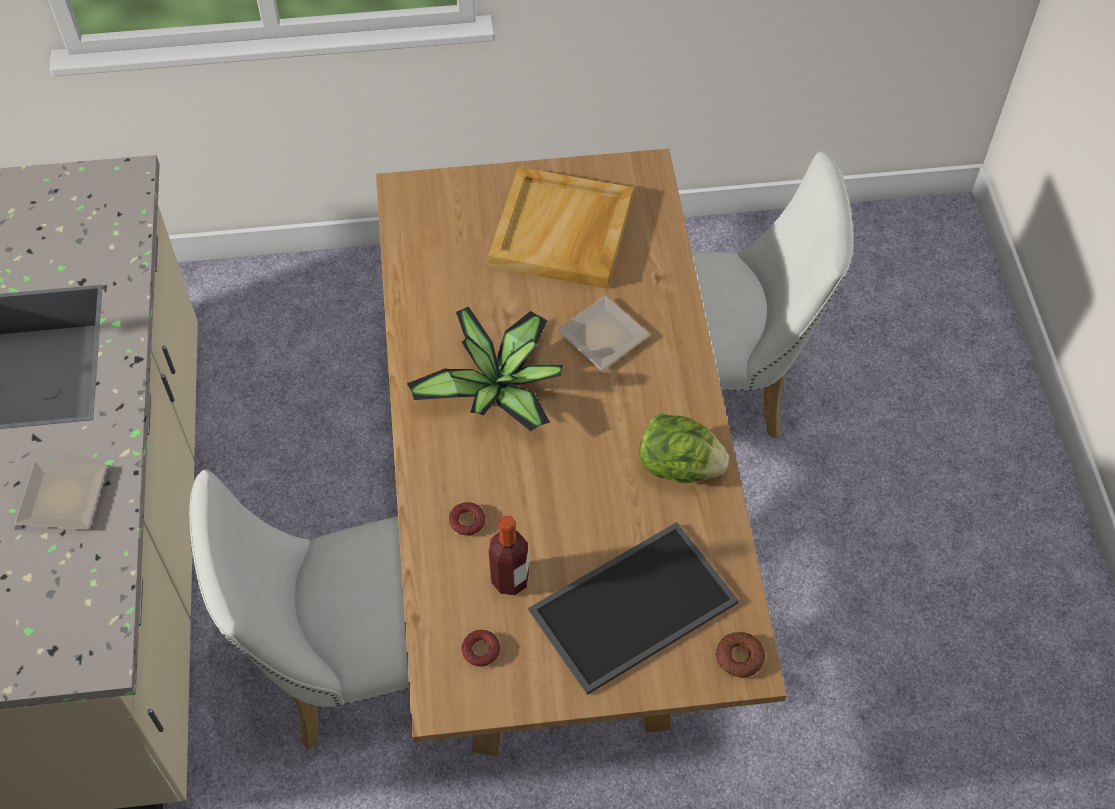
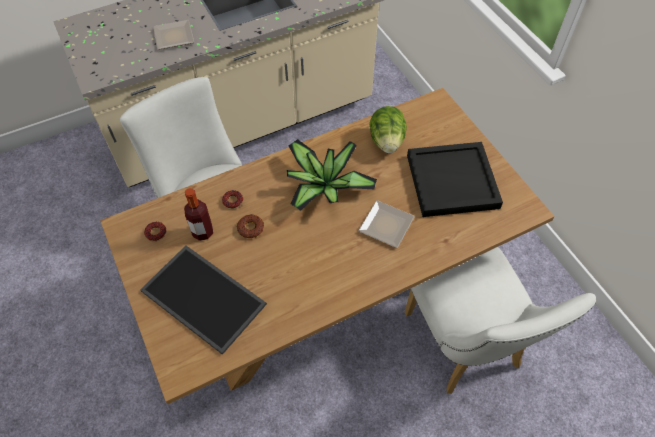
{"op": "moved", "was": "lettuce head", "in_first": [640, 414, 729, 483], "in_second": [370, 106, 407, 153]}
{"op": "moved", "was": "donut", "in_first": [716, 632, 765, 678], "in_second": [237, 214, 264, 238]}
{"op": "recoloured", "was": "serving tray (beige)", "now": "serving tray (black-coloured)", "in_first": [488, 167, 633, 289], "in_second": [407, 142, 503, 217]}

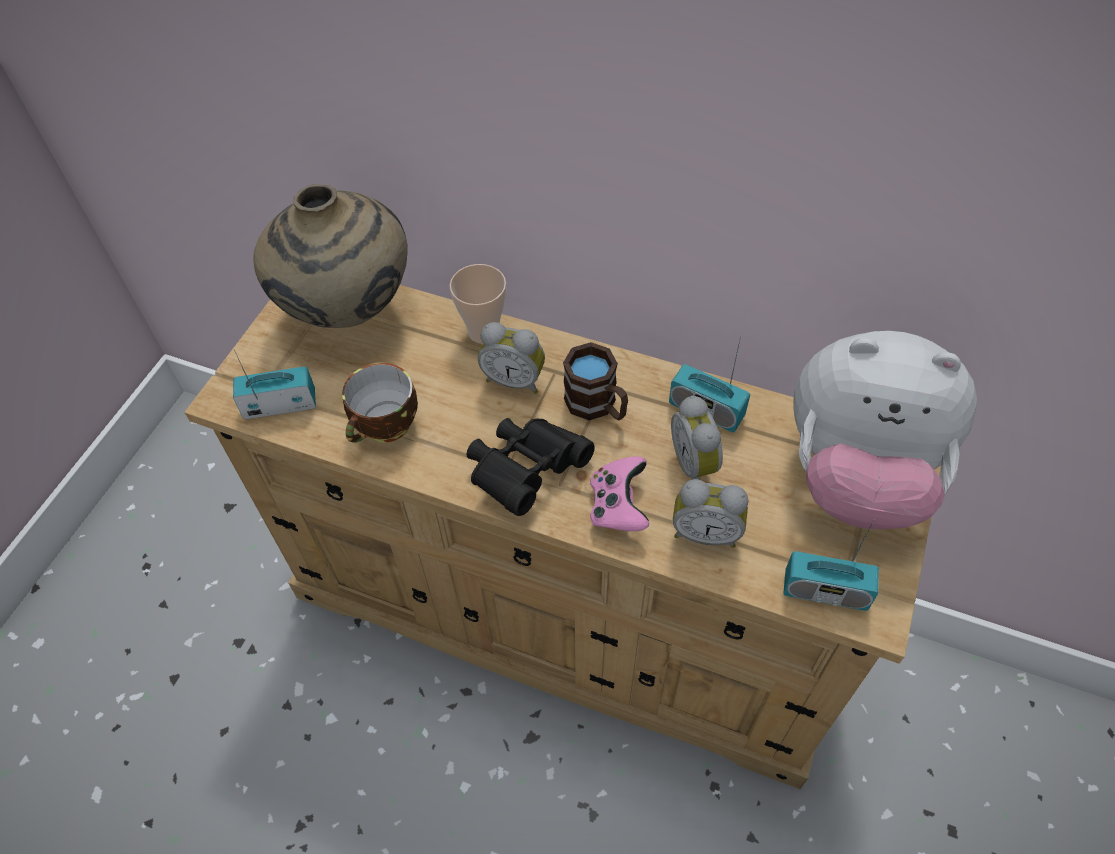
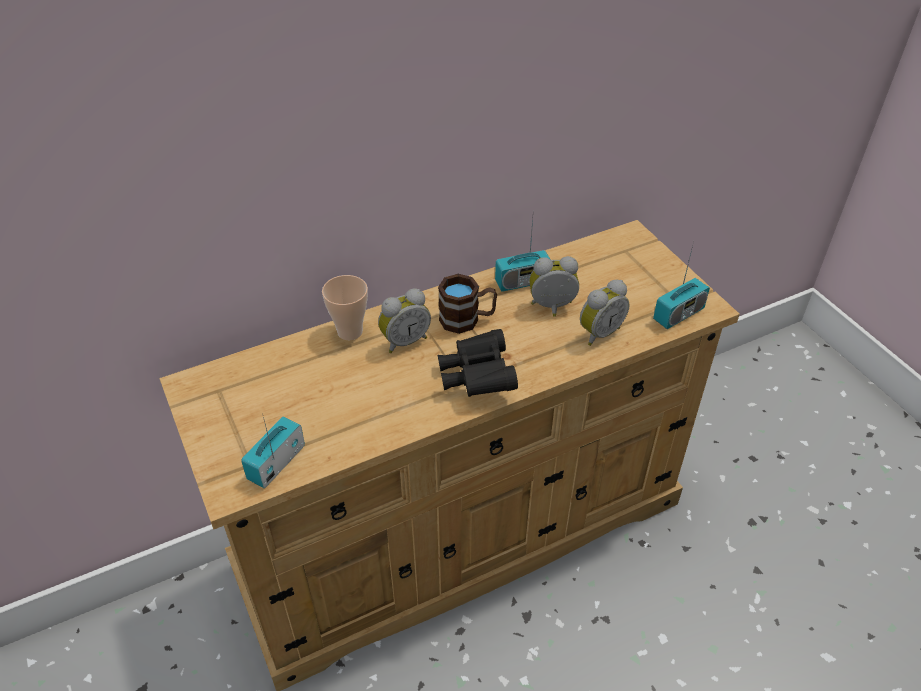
{"op": "removed", "was": "decorative vase (beige)", "in_first": [253, 184, 408, 328]}
{"op": "removed", "was": "drinking cup", "in_first": [342, 363, 418, 443]}
{"op": "removed", "was": "gamepad (pinkish)", "in_first": [590, 456, 649, 531]}
{"op": "removed", "was": "plush toy", "in_first": [793, 331, 977, 529]}
{"op": "turned", "was": "alarm clock", "in_first": [671, 396, 723, 480], "in_second": [529, 256, 579, 317], "clockwise": 150}

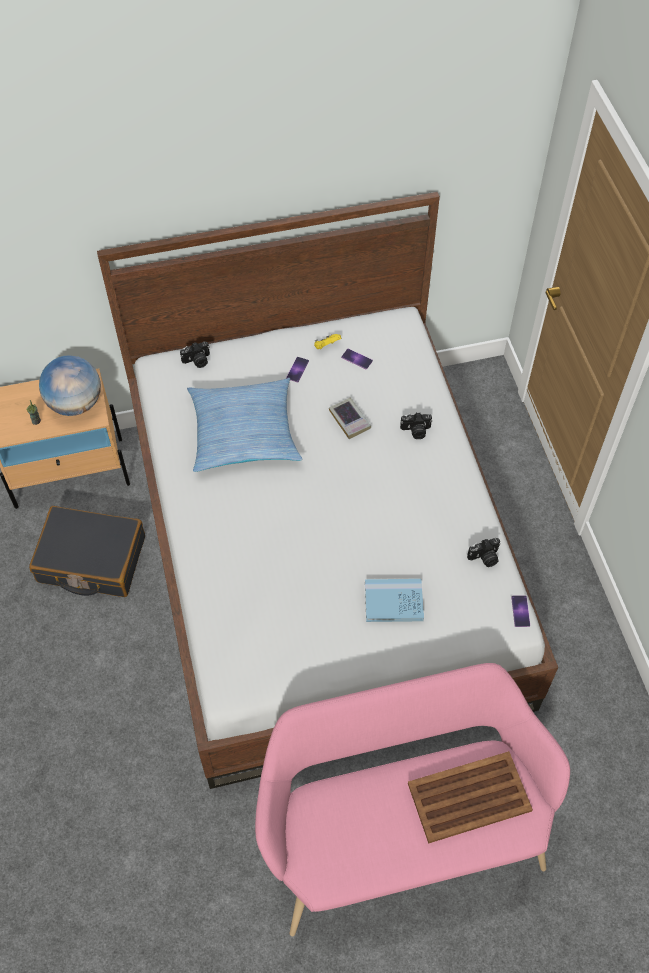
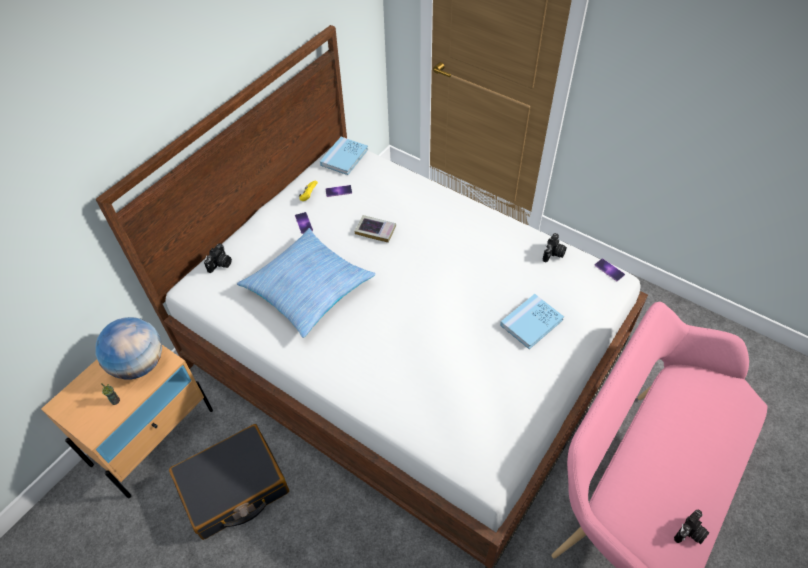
{"op": "removed", "was": "serving tray (brown-coloured)", "in_first": [408, 751, 533, 844]}
{"op": "added", "now": "bound book (bluish)", "in_second": [320, 137, 368, 175]}
{"op": "moved", "was": "photo camera", "in_first": [400, 412, 432, 439], "in_second": [674, 509, 709, 544]}

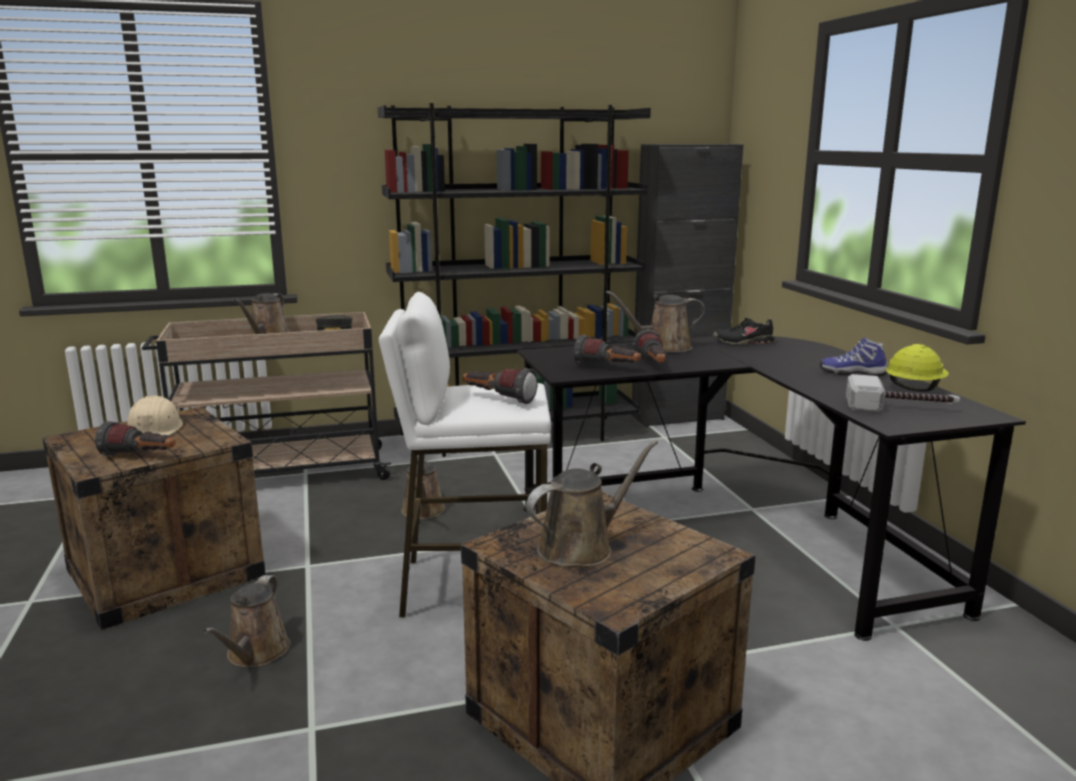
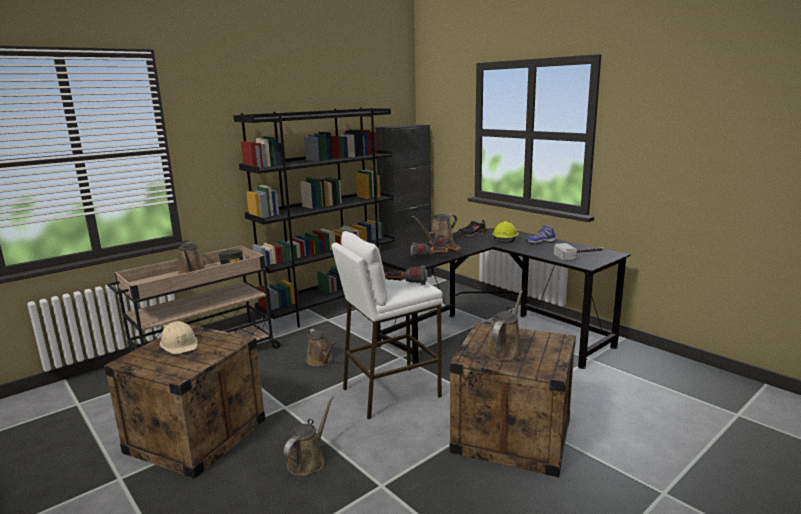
{"op": "removed", "was": "hand torch", "in_first": [95, 421, 176, 456]}
{"op": "moved", "was": "work helmet (yellow)", "in_first": [886, 344, 949, 392], "in_second": [493, 221, 519, 243]}
{"op": "turned", "was": "watering pot (brown-coloured)", "in_first": [203, 575, 291, 668], "in_second": [284, 396, 334, 476], "clockwise": -135}

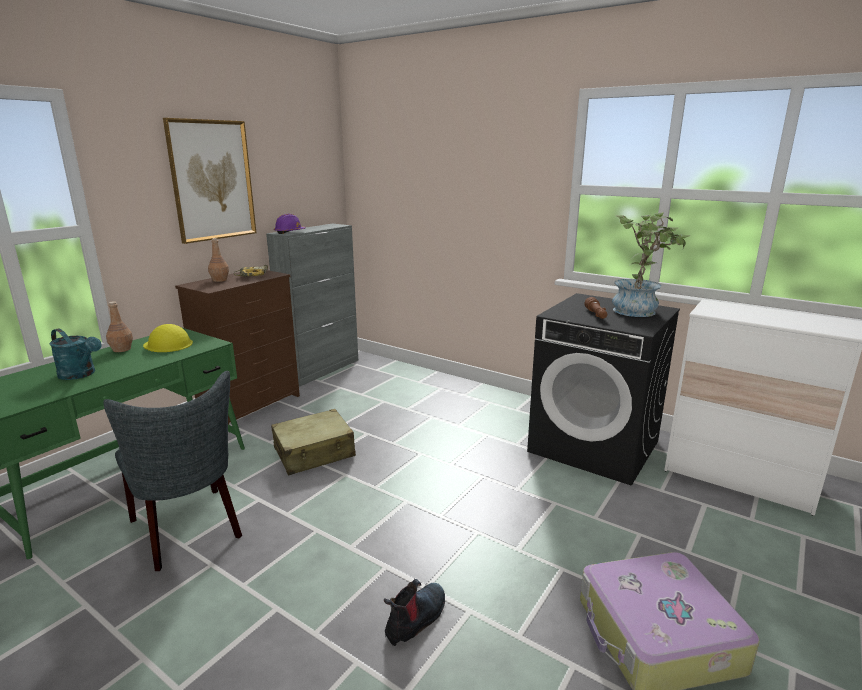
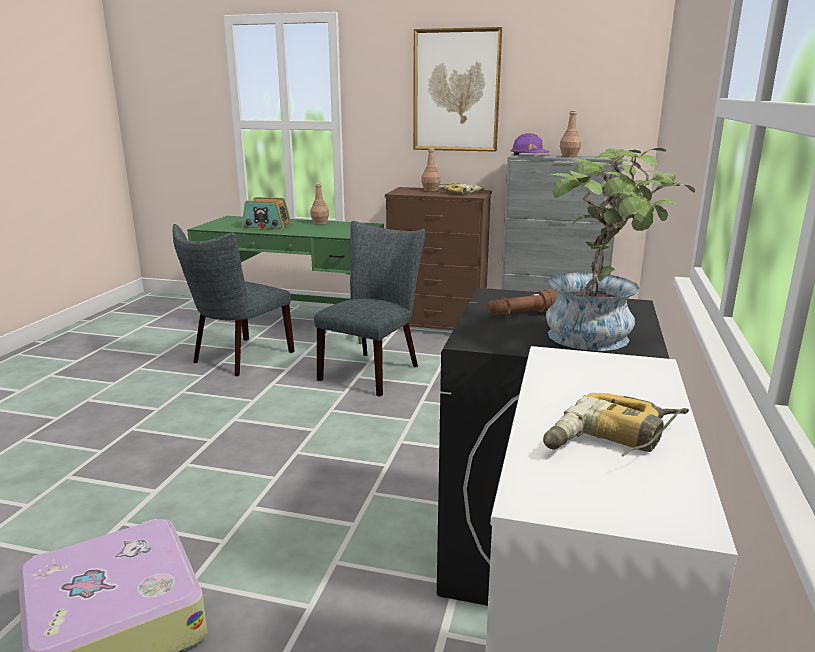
{"op": "removed", "was": "work helmet (yellow)", "in_first": [143, 324, 193, 352]}
{"op": "removed", "was": "tall boot", "in_first": [384, 579, 445, 646]}
{"op": "added", "now": "drill", "in_second": [543, 393, 689, 456]}
{"op": "added", "now": "beverage bottle (brown-coloured)", "in_second": [560, 110, 581, 157]}
{"op": "replaced", "was": "watering pot (turquoise-coloured)", "now": "radio set", "in_first": [49, 329, 102, 380], "in_second": [242, 197, 291, 229]}
{"op": "replaced", "was": "suitcase (beige)", "now": "chair (gray)", "in_first": [271, 409, 356, 475], "in_second": [314, 221, 425, 397]}

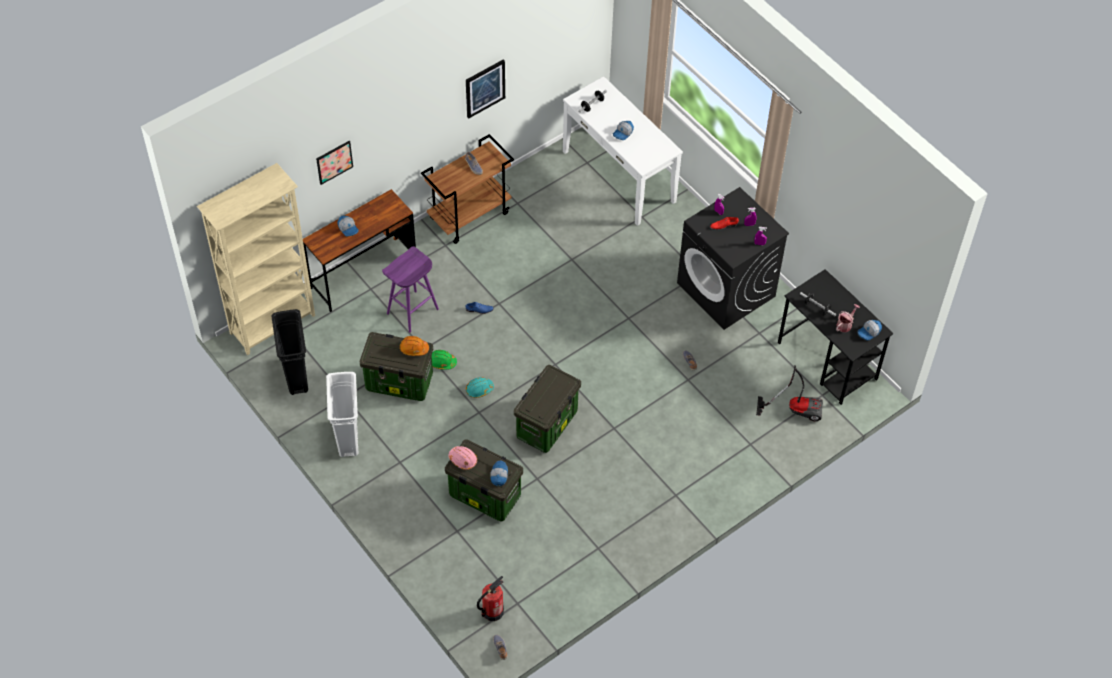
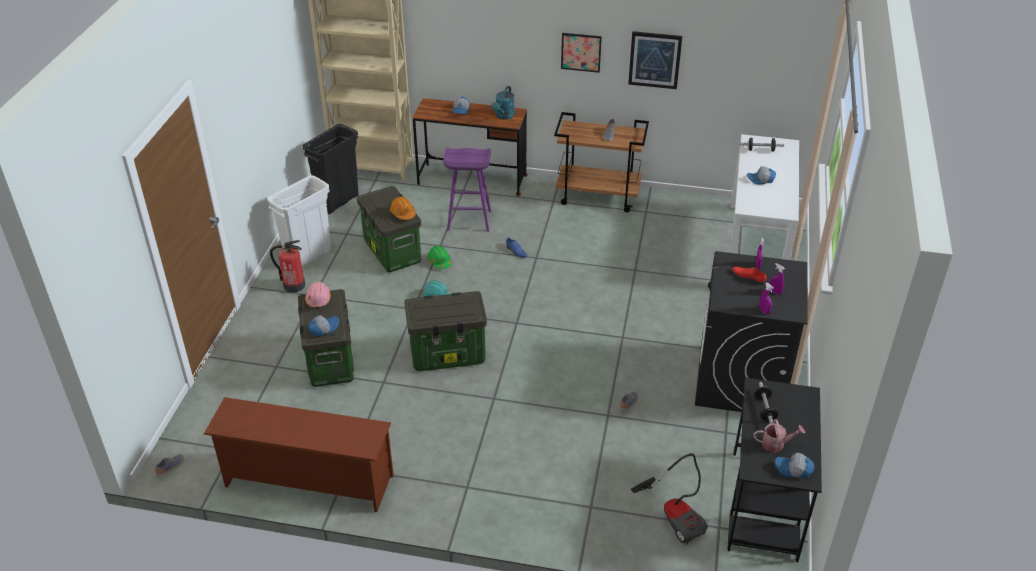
{"op": "added", "now": "shoe rack (brown-coloured)", "in_second": [204, 397, 394, 512]}
{"op": "added", "now": "watering pot (turquoise-coloured)", "in_second": [491, 86, 515, 119]}
{"op": "moved", "was": "picture", "in_first": [316, 141, 353, 185], "in_second": [561, 33, 602, 73]}
{"op": "moved", "was": "fire-fighting cylinder", "in_first": [477, 576, 504, 621], "in_second": [270, 240, 305, 293]}

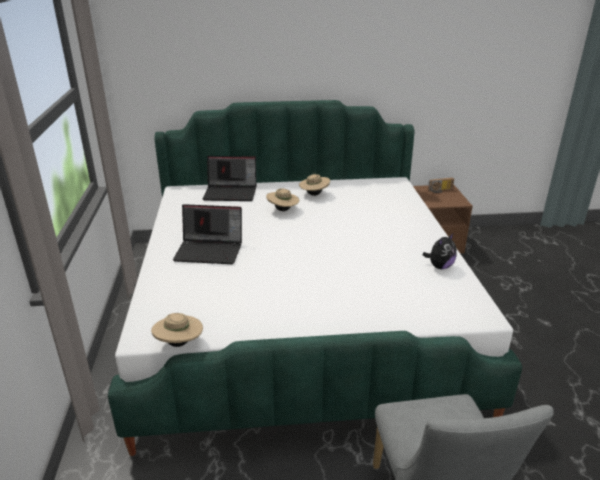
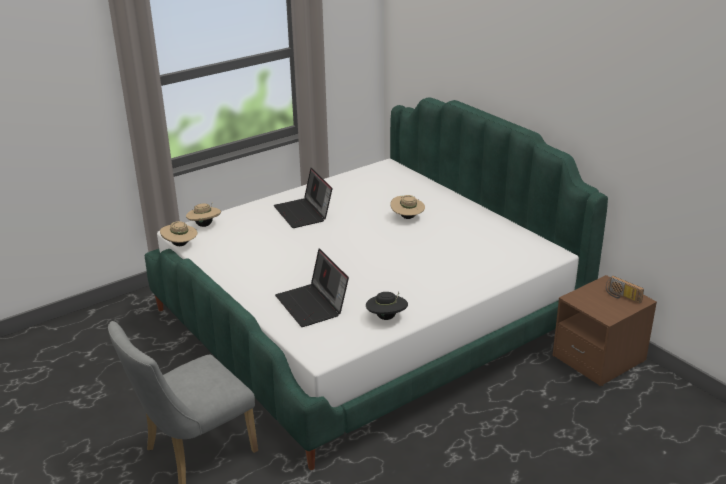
{"op": "moved", "was": "notebook computer", "in_first": [203, 156, 256, 201], "in_second": [275, 249, 349, 327]}
{"op": "moved", "was": "clothing hat (beige)", "in_first": [299, 174, 330, 196], "in_second": [186, 204, 221, 227]}
{"op": "replaced", "was": "plush toy", "now": "clothing hat (black-coloured)", "in_first": [422, 234, 457, 269], "in_second": [366, 292, 408, 320]}

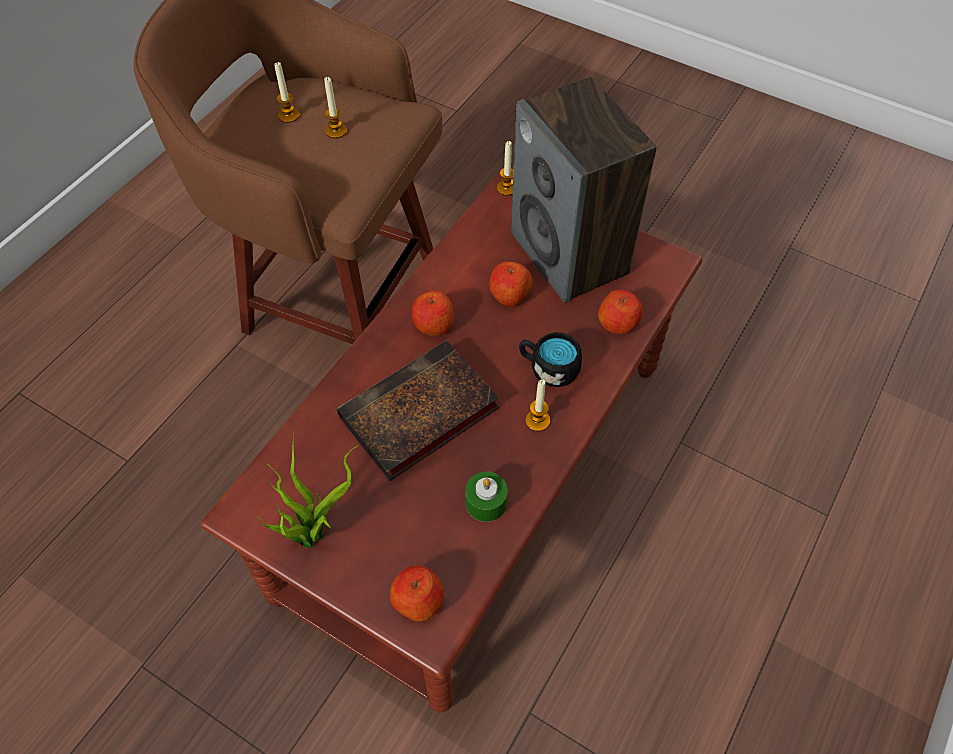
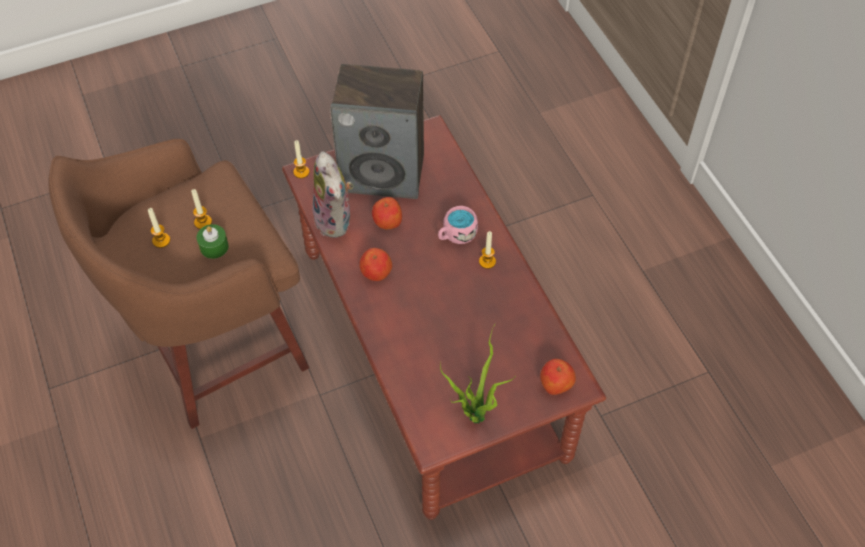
{"op": "removed", "was": "bound book", "in_first": [337, 340, 499, 481]}
{"op": "removed", "was": "whole apple", "in_first": [598, 290, 643, 334]}
{"op": "added", "now": "plush toy", "in_second": [312, 151, 354, 238]}
{"op": "moved", "was": "wax light (green-coloured)", "in_first": [465, 471, 508, 522], "in_second": [196, 224, 229, 259]}
{"op": "recoloured", "was": "tea mug (black-coloured)", "now": "tea mug (pinkish)", "in_first": [519, 332, 582, 387], "in_second": [438, 206, 478, 244]}

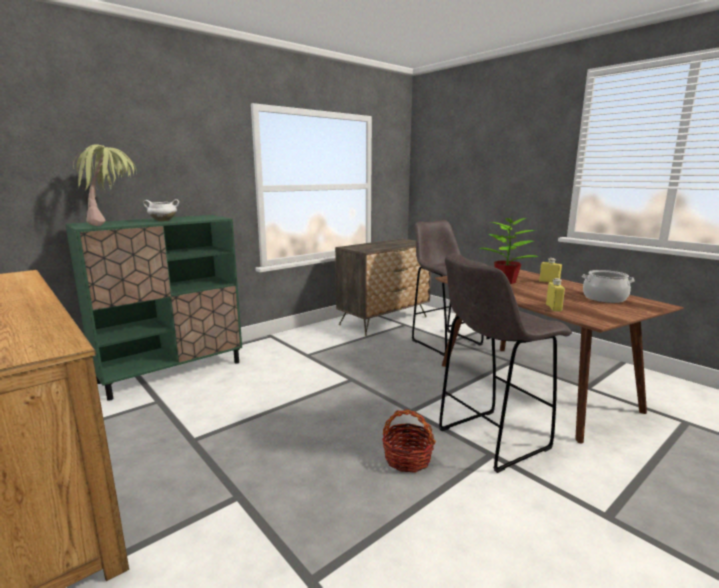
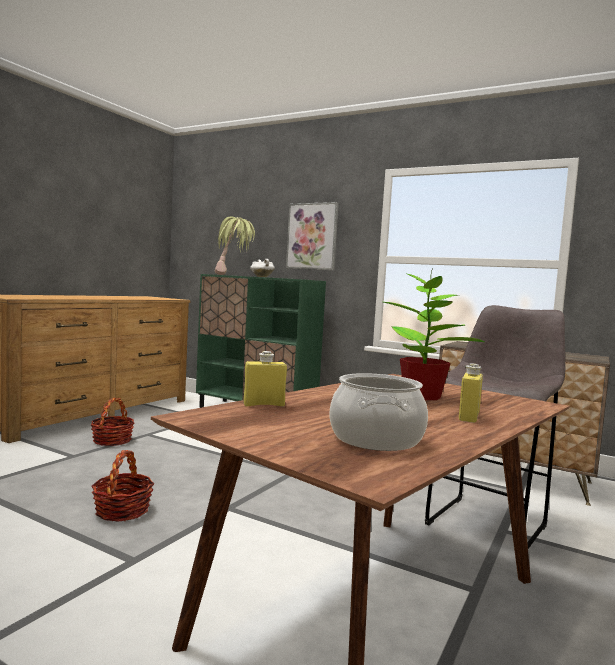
{"op": "removed", "was": "sitting stool (gray)", "in_first": [439, 256, 572, 473]}
{"op": "added", "now": "storage basket", "in_second": [91, 398, 135, 446]}
{"op": "added", "now": "picture", "in_second": [286, 202, 339, 270]}

